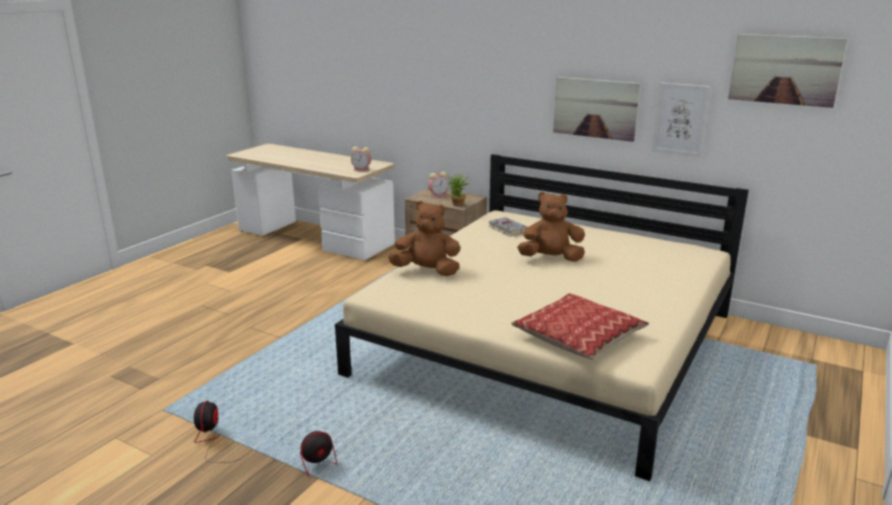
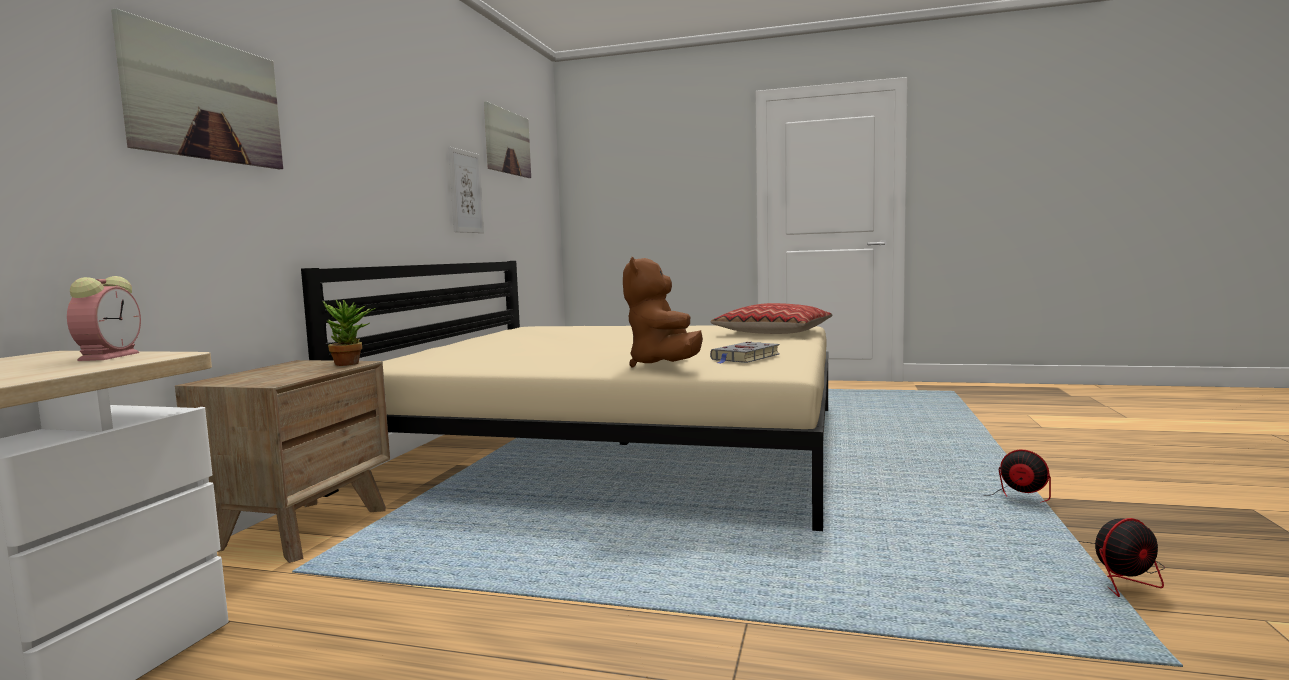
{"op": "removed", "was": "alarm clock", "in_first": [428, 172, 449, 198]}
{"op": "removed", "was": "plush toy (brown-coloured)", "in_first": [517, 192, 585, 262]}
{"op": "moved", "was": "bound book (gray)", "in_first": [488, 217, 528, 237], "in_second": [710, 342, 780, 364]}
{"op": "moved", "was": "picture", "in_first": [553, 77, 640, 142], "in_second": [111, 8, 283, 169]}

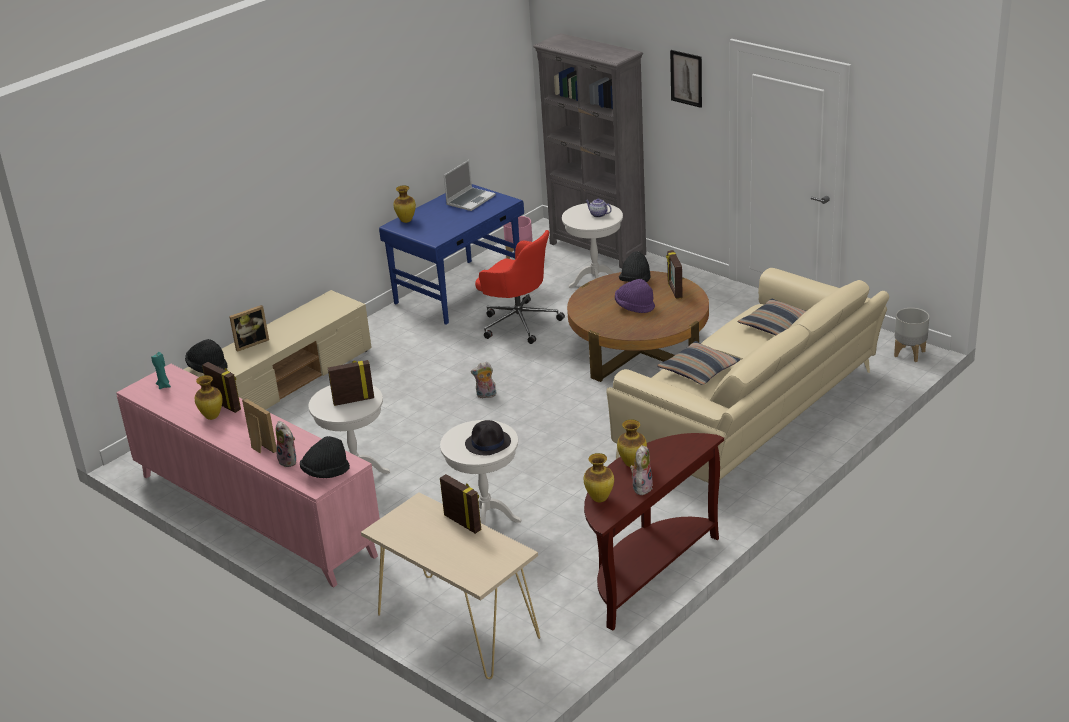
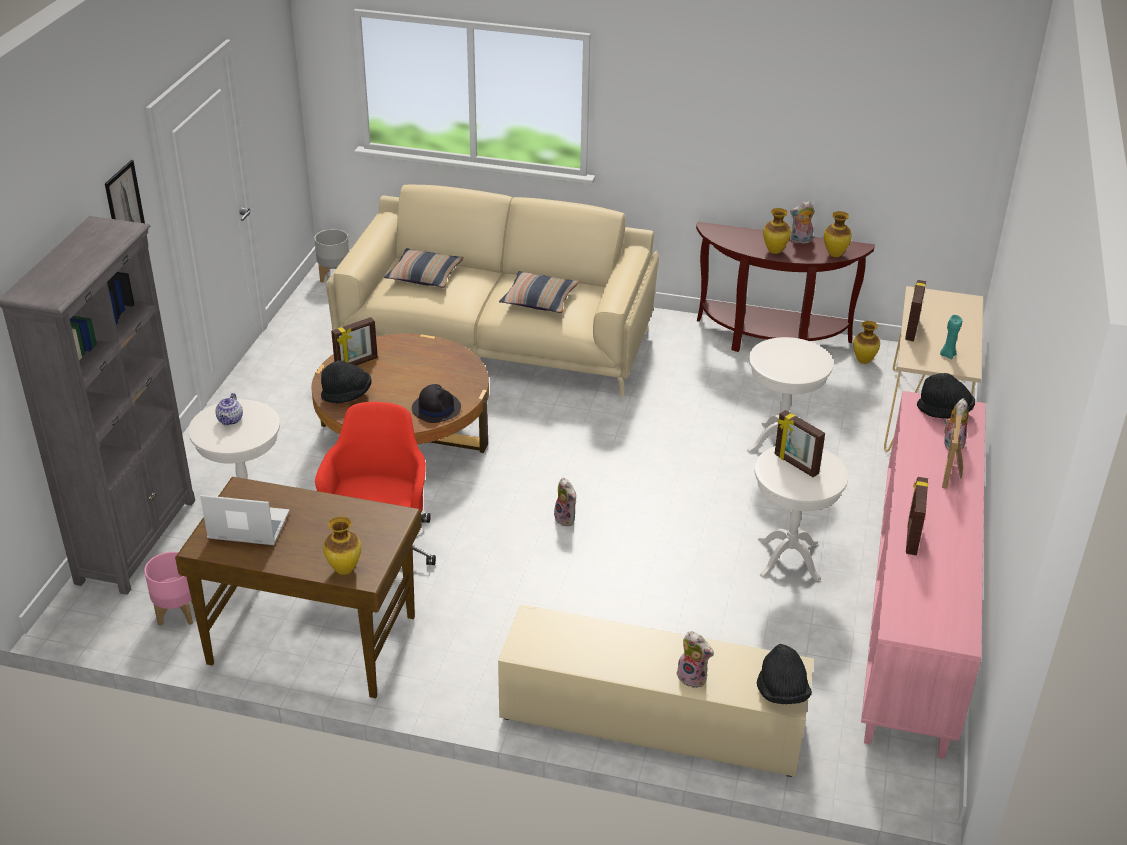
{"op": "removed", "was": "clothing hat (purple-coloured)", "in_first": [615, 279, 655, 313]}
{"op": "moved", "was": "wax light (turquoise-coloured)", "in_first": [151, 352, 171, 389], "in_second": [940, 315, 962, 359]}
{"op": "moved", "was": "decorative vase", "in_first": [195, 375, 223, 420], "in_second": [853, 321, 880, 364]}
{"op": "moved", "was": "clothing hat (black-coloured)", "in_first": [465, 420, 511, 455], "in_second": [412, 384, 461, 423]}
{"op": "replaced", "was": "standing frame", "now": "plush toy", "in_first": [229, 305, 269, 352], "in_second": [677, 631, 714, 688]}
{"op": "recoloured", "was": "desk (bluish)", "now": "desk (brown-coloured)", "in_first": [379, 184, 524, 325], "in_second": [175, 477, 422, 698]}

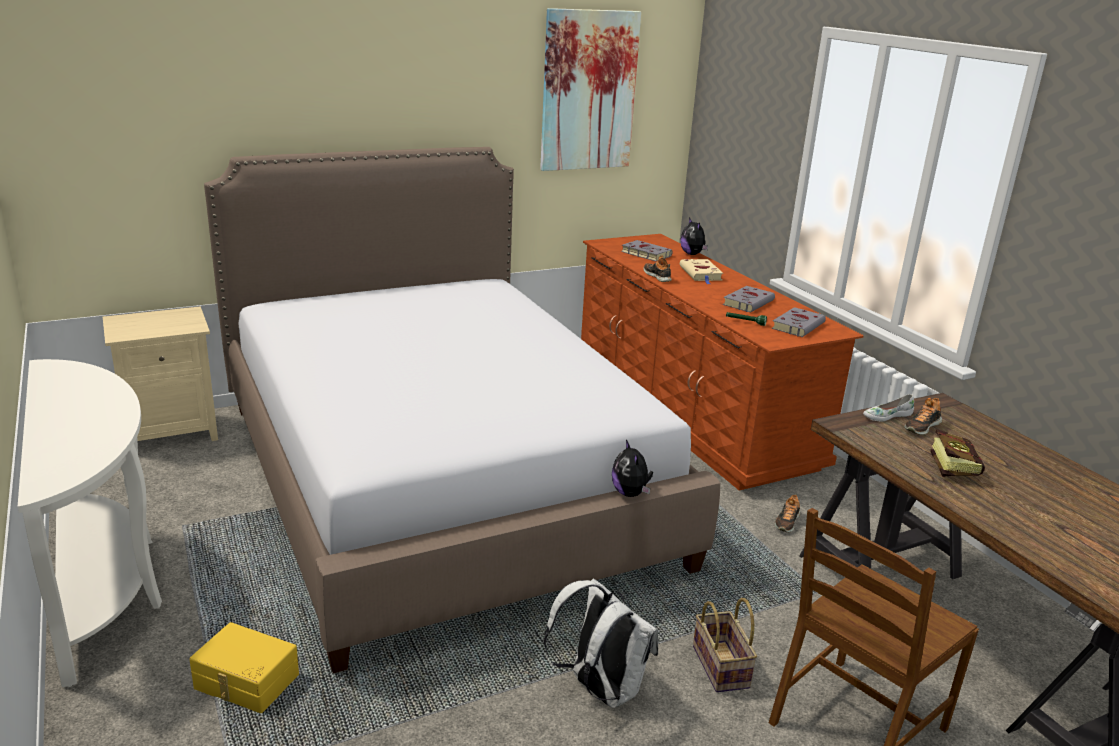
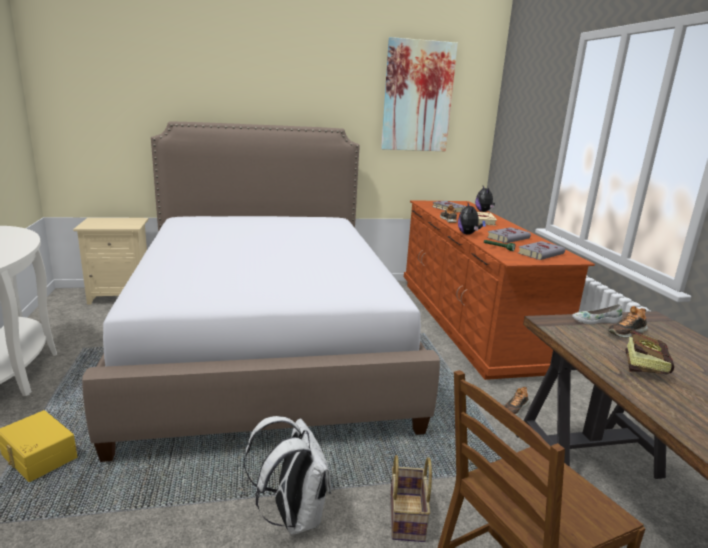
{"op": "moved", "was": "plush toy", "in_first": [612, 440, 653, 497], "in_second": [458, 203, 483, 235]}

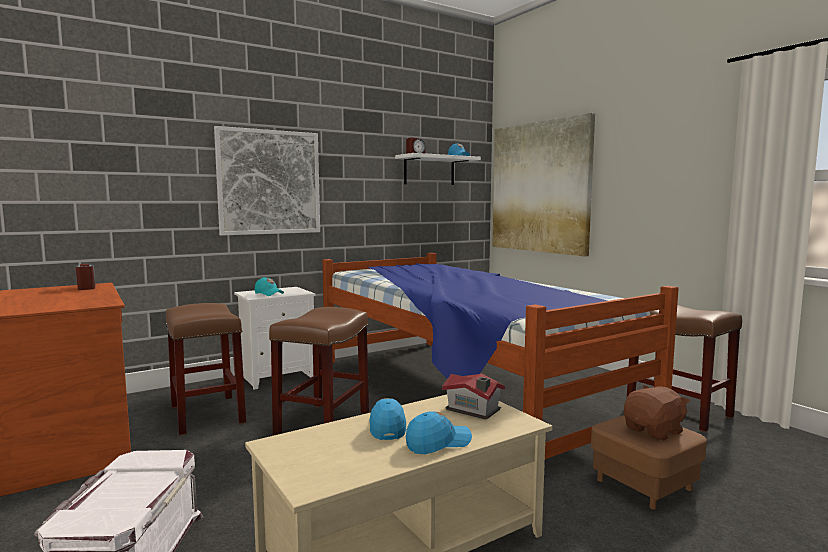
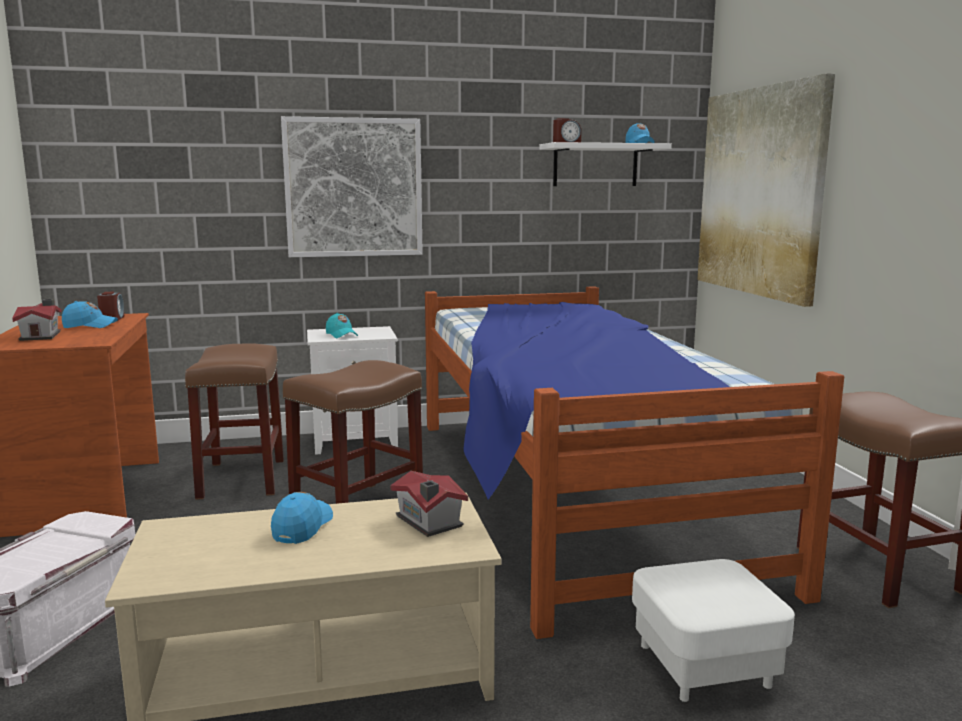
{"op": "removed", "was": "plush toy (brown-coloured)", "in_first": [624, 385, 690, 441]}
{"op": "added", "now": "model house", "in_second": [12, 299, 62, 341]}
{"op": "moved", "was": "cap (bluish)", "in_first": [406, 411, 472, 454], "in_second": [62, 301, 118, 328]}
{"op": "recoloured", "was": "footrest (brown-coloured)", "now": "footrest (white-coloured)", "in_first": [591, 415, 707, 510], "in_second": [632, 559, 795, 702]}

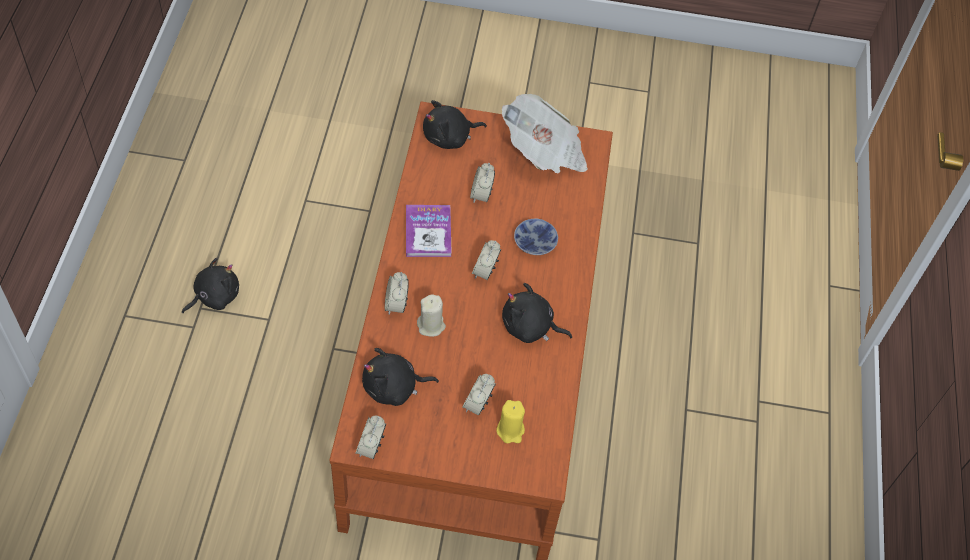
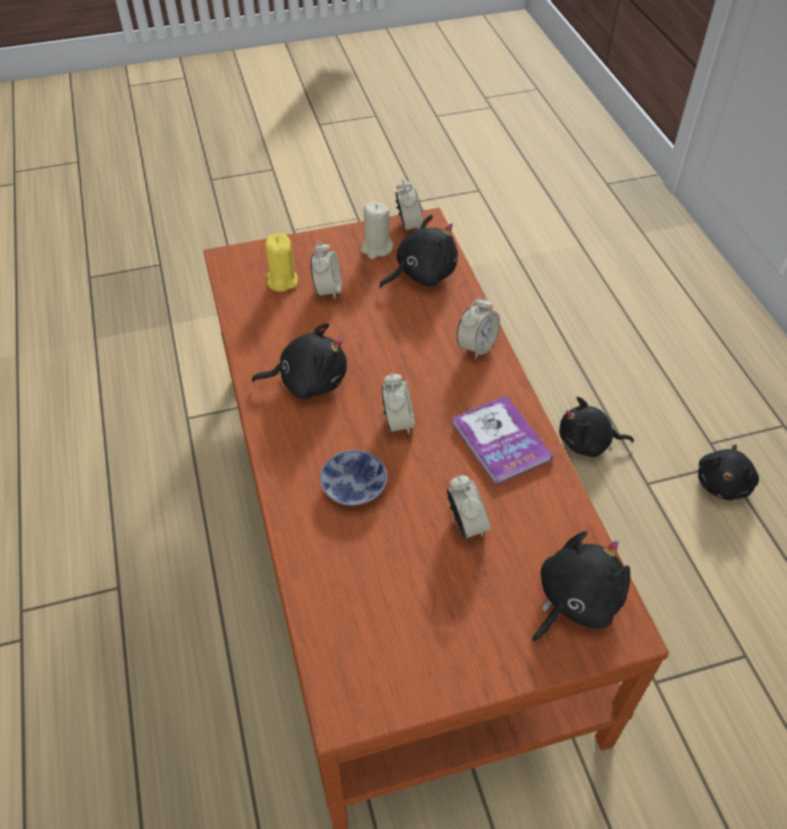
{"op": "removed", "was": "newspaper", "in_first": [502, 94, 588, 173]}
{"op": "added", "now": "plush toy (black-coloured)", "in_second": [559, 397, 634, 457]}
{"op": "moved", "was": "wax light (beige)", "in_first": [417, 294, 446, 337], "in_second": [361, 203, 394, 259]}
{"op": "turned", "was": "alarm clock", "in_first": [385, 272, 409, 314], "in_second": [457, 296, 500, 359], "clockwise": 60}

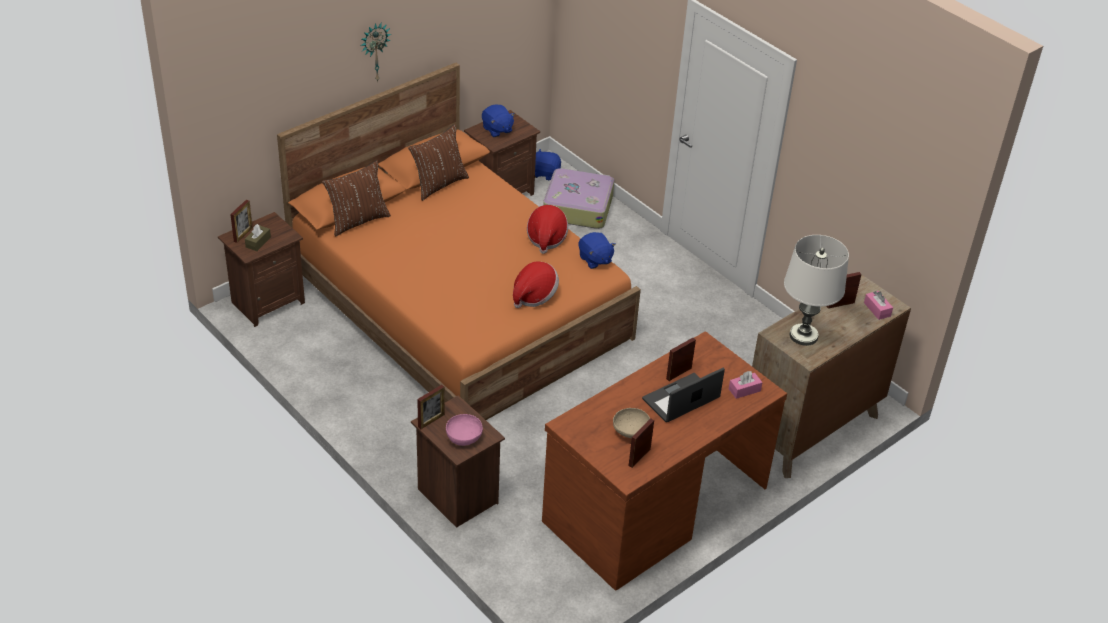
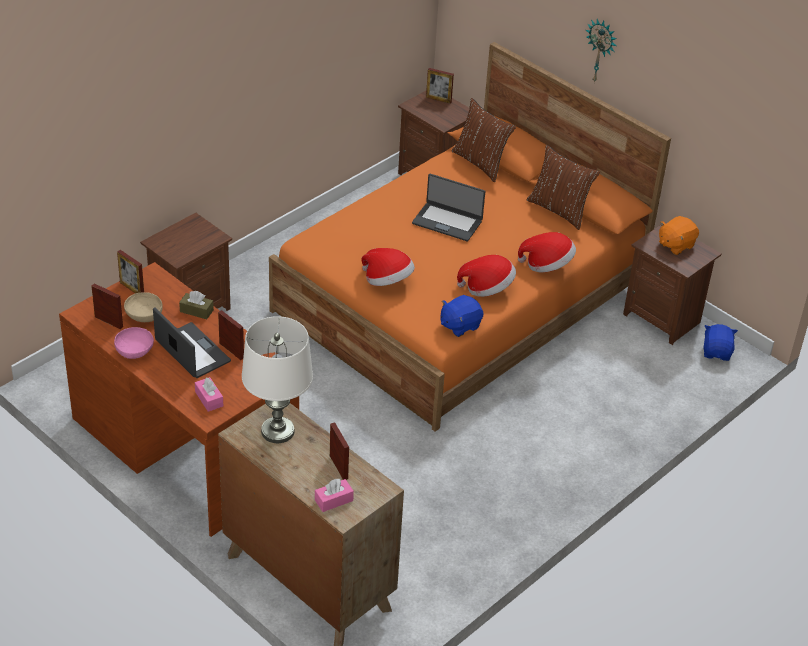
{"op": "removed", "was": "suitcase", "in_first": [543, 168, 614, 229]}
{"op": "added", "now": "notebook computer", "in_second": [412, 174, 485, 241]}
{"op": "added", "now": "clothing hat", "in_second": [518, 232, 576, 273]}
{"op": "moved", "was": "box of tissues (brown-coloured)", "in_first": [245, 224, 271, 251], "in_second": [179, 291, 214, 319]}
{"op": "moved", "was": "standing frame", "in_first": [417, 385, 445, 429], "in_second": [117, 250, 144, 293]}
{"op": "moved", "was": "deep dish (pinkish)", "in_first": [446, 414, 483, 446], "in_second": [114, 327, 154, 359]}
{"op": "recoloured", "was": "plush toy (bluish)", "now": "plush toy (orange)", "in_first": [482, 105, 515, 137], "in_second": [659, 216, 699, 255]}

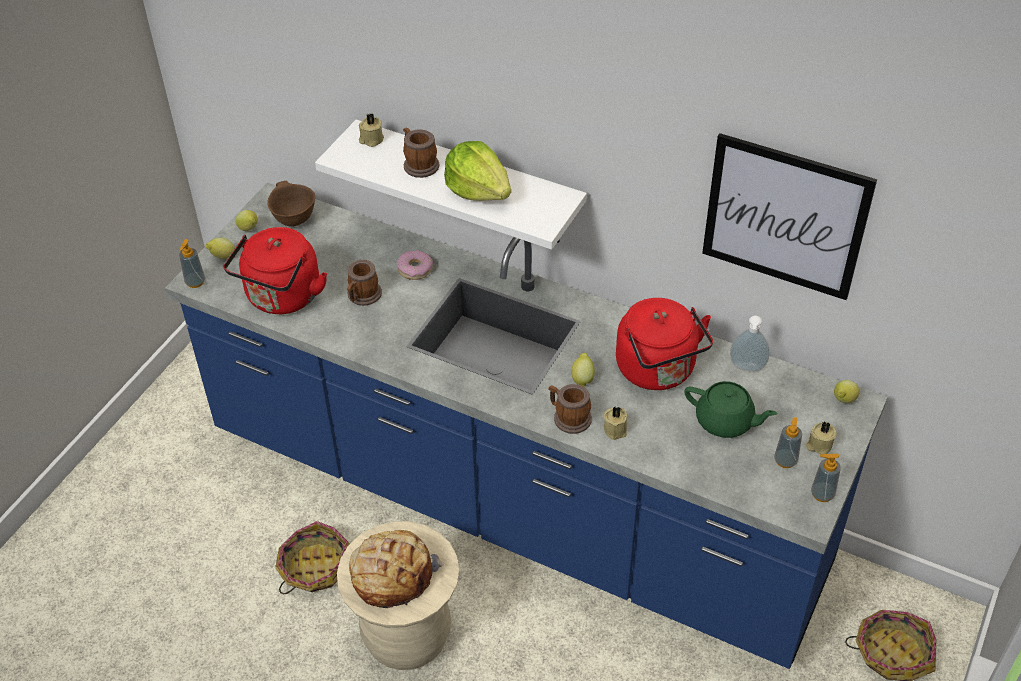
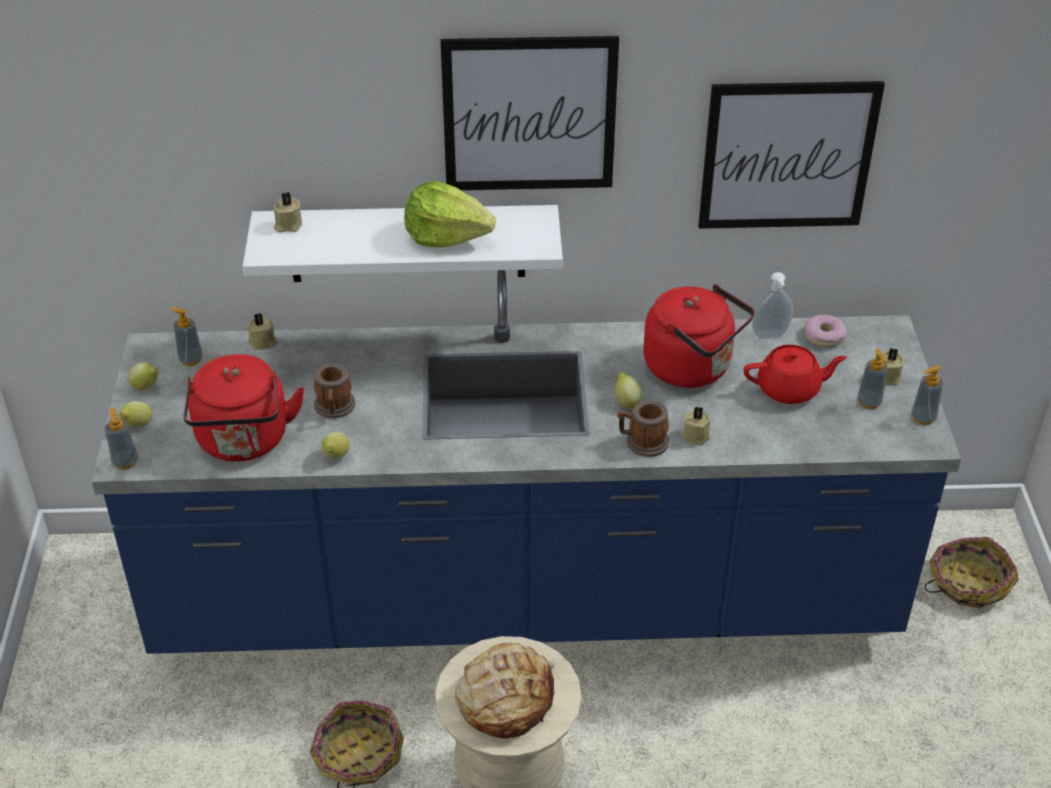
{"op": "removed", "was": "tea mug", "in_first": [403, 127, 439, 178]}
{"op": "added", "now": "wax light (beige)", "in_second": [247, 313, 278, 350]}
{"op": "added", "now": "picture", "in_second": [441, 36, 619, 190]}
{"op": "moved", "was": "donut", "in_first": [397, 250, 433, 280], "in_second": [804, 315, 847, 347]}
{"op": "moved", "was": "lemon", "in_first": [834, 380, 860, 403], "in_second": [321, 432, 350, 459]}
{"op": "replaced", "was": "deep dish (brown-coloured)", "now": "soap bottle", "in_first": [267, 181, 315, 227], "in_second": [170, 307, 203, 366]}
{"op": "recoloured", "was": "teapot (green-coloured)", "now": "teapot (reddish)", "in_first": [684, 381, 778, 438], "in_second": [744, 345, 847, 404]}

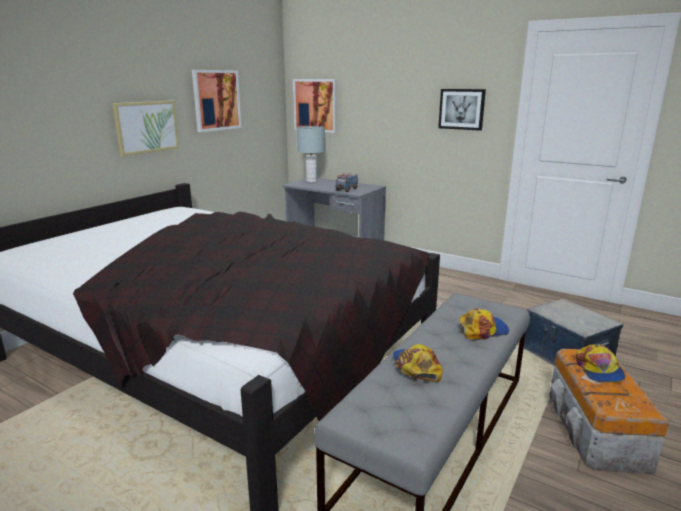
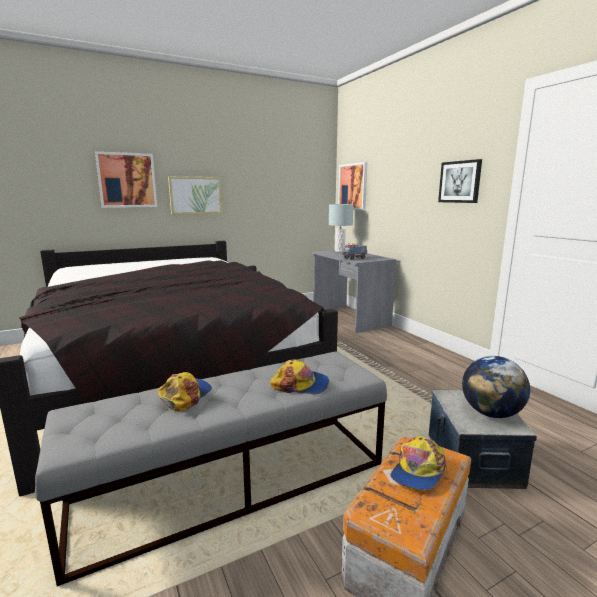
{"op": "added", "now": "globe", "in_second": [462, 356, 530, 418]}
{"op": "moved", "was": "picture", "in_first": [192, 70, 242, 132], "in_second": [95, 151, 157, 208]}

